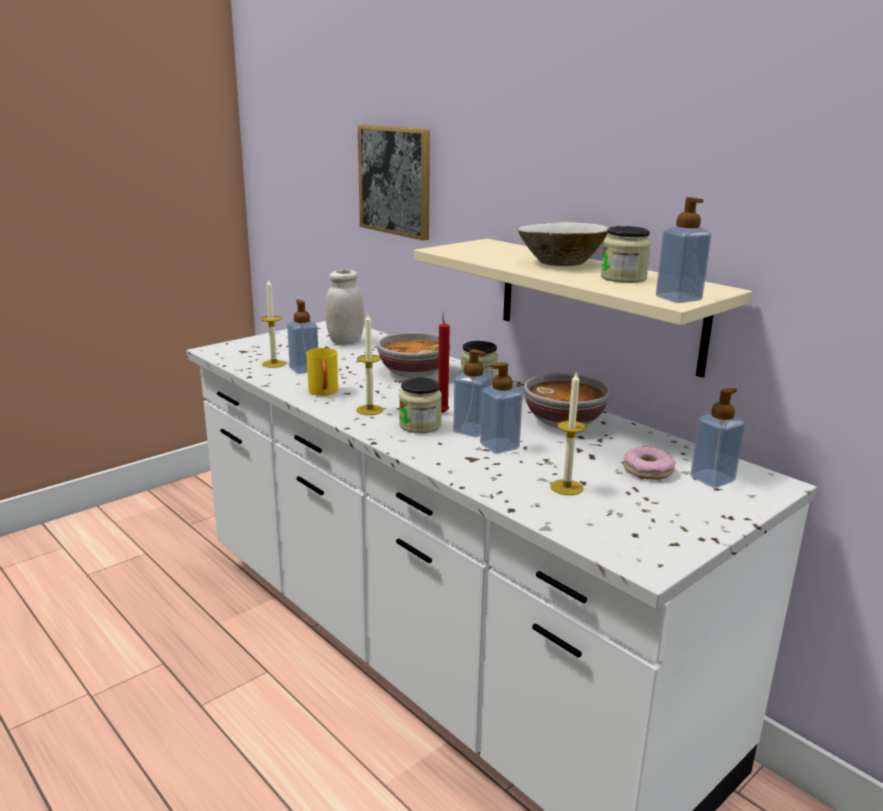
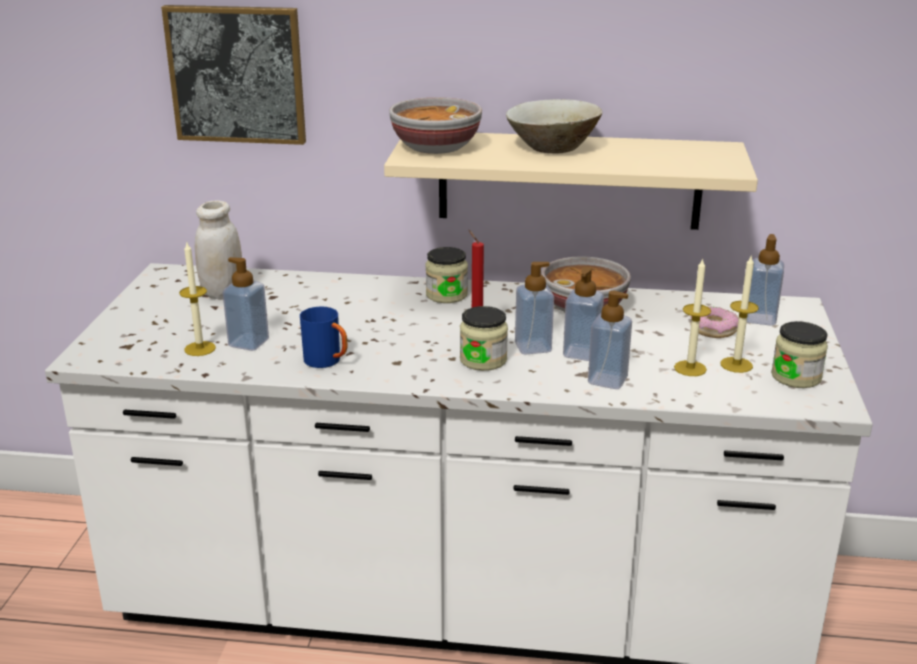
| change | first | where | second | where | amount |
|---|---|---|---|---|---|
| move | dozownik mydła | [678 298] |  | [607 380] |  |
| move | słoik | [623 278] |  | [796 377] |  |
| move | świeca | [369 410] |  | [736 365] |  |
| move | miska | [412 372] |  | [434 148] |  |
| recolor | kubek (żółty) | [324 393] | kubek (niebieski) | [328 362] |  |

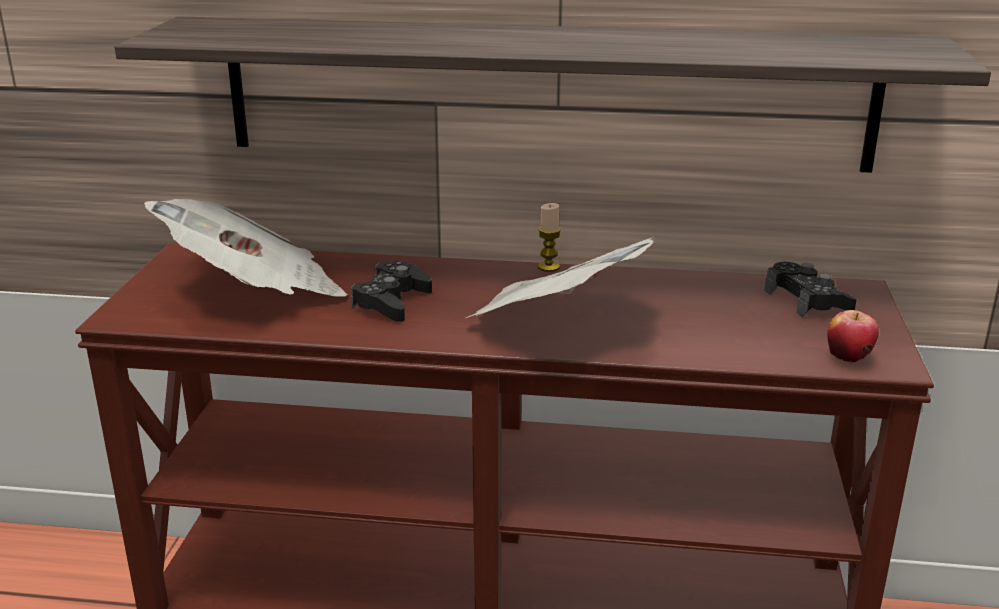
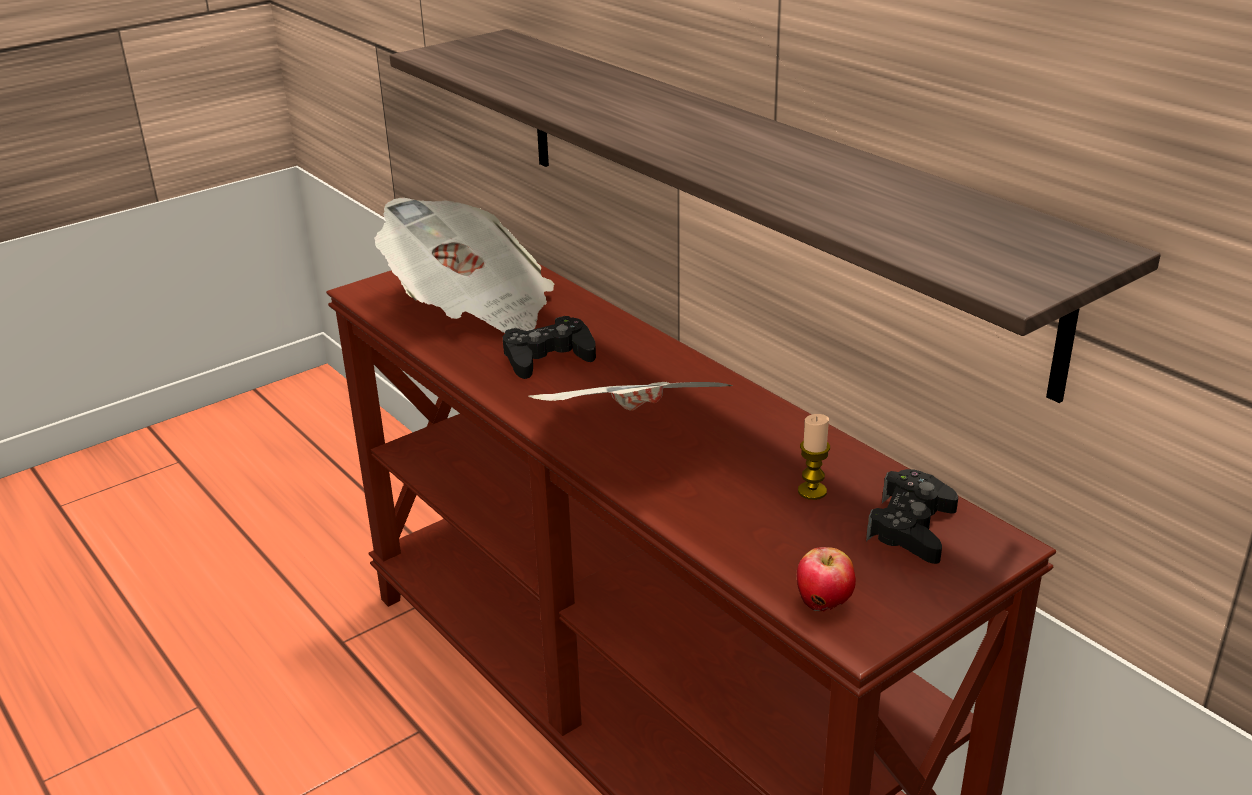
| change | first | where | second | where | amount |
|---|---|---|---|---|---|
| move | świeca | [548 267] |  | [812 491] |  |

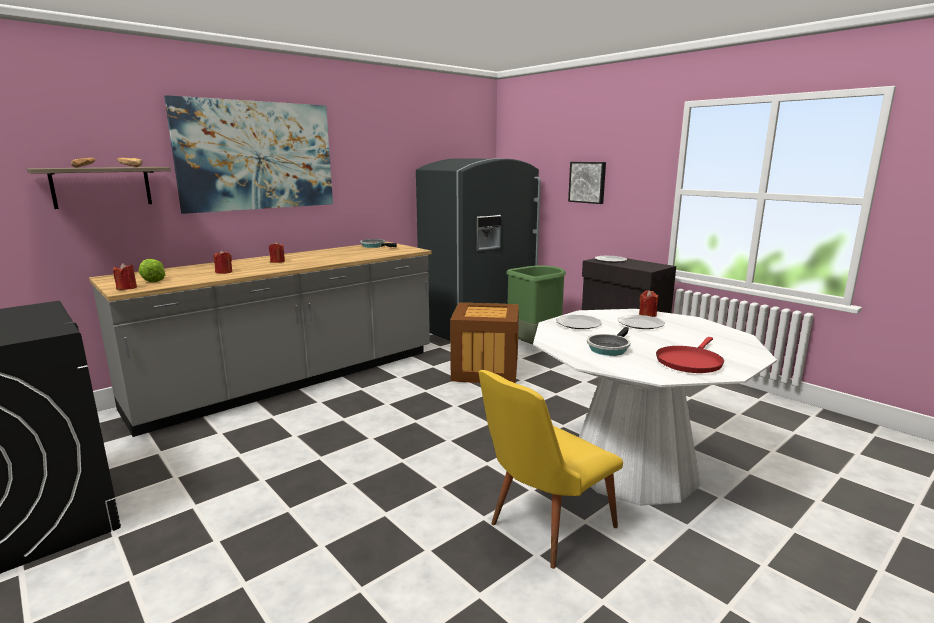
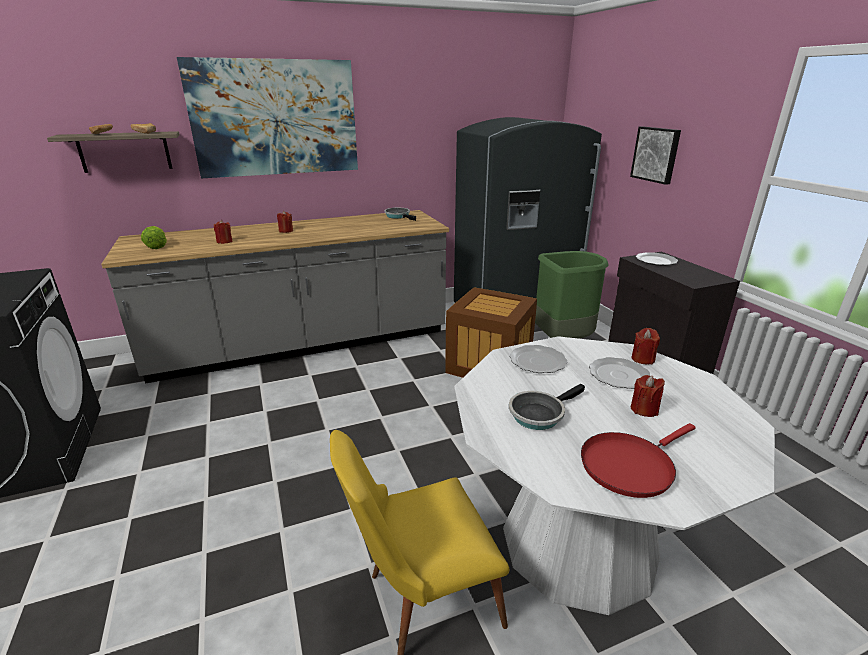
| change | first | where | second | where | amount |
|---|---|---|---|---|---|
| move | świeca (czerwony) | [127 288] |  | [644 409] |  |

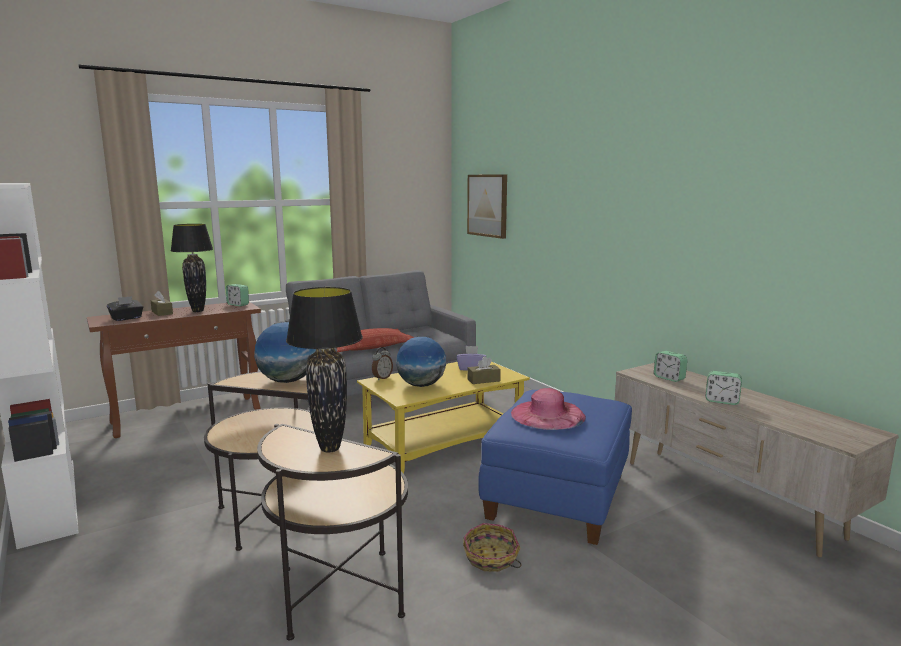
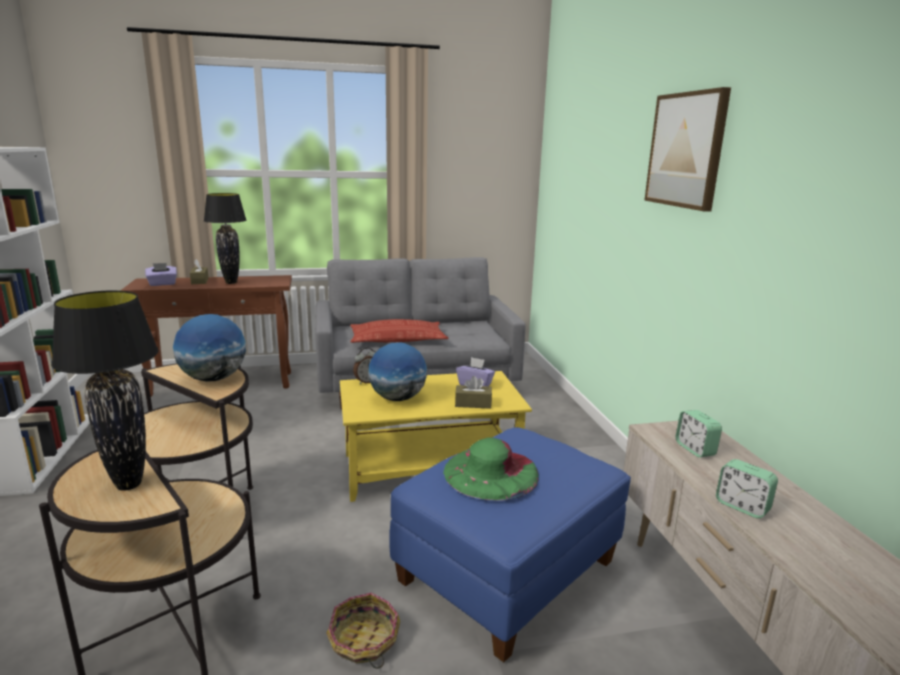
| change | first | where | second | where | amount |
|---|---|---|---|---|---|
| move | obraz | [488 205] |  | [686 150] |  |
| delete | budzik | [238 304] |  |  |  |
| recolor | pudełko chusteczek (czarny) | [127 318] | pudełko chusteczek (fioletowy) | [162 284] |  |
| recolor | kapelusz (różowy) | [548 415] | kapelusz (zielony) | [491 472] |  |

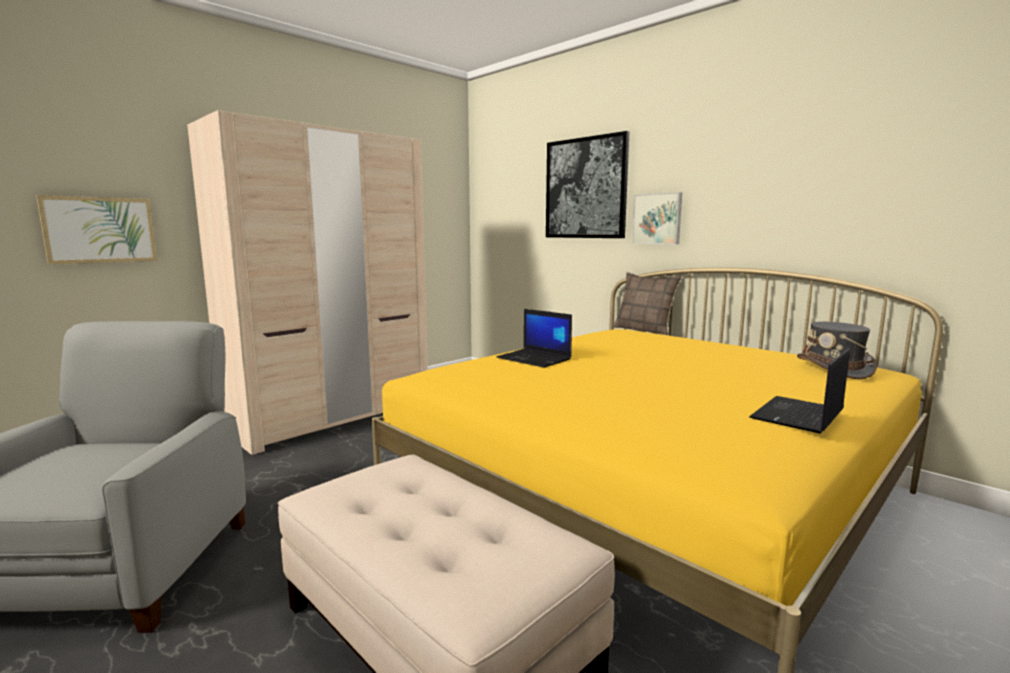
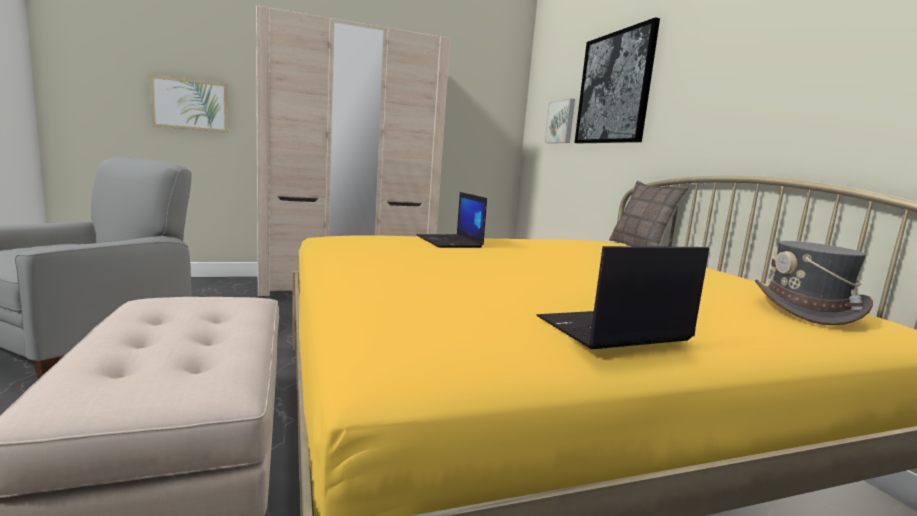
| change | first | where | second | where | amount |
|---|---|---|---|---|---|
| move | obraz | [657 219] |  | [561 122] |  |

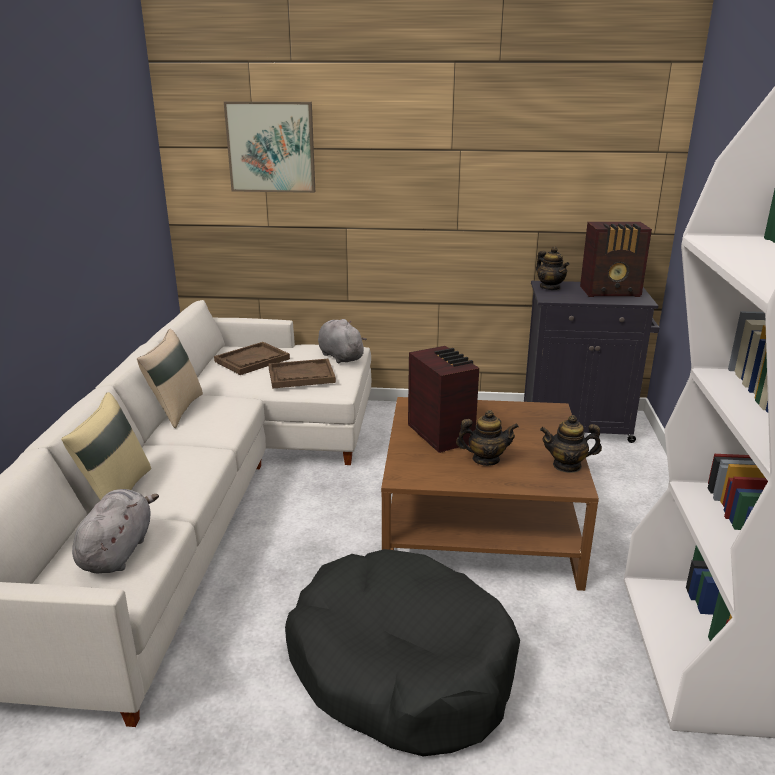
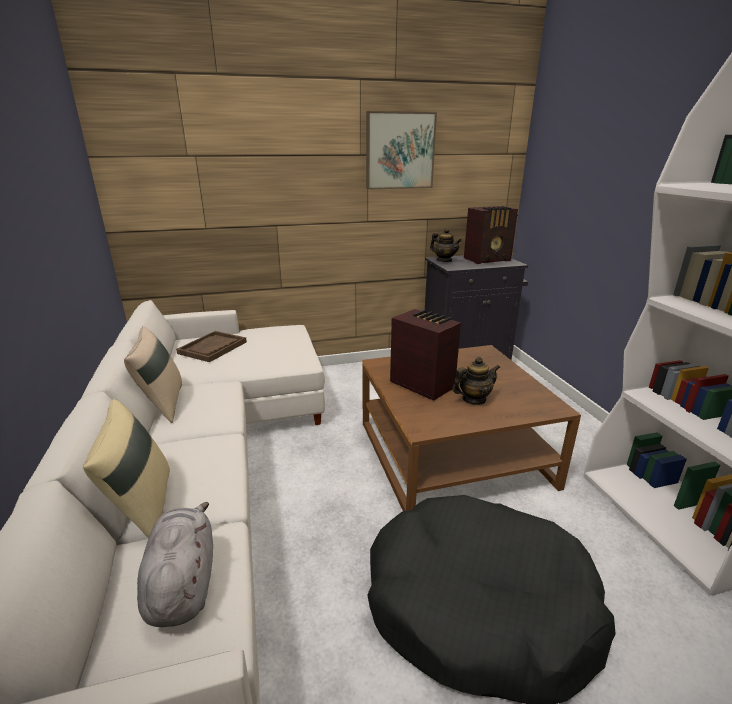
| change | first | where | second | where | amount |
|---|---|---|---|---|---|
| move | obraz | [271 147] |  | [399 151] |  |
| delete | pluszak (szary) | [340 356] |  |  |  |
| delete | taca (brązowy) | [301 375] |  |  |  |
| delete | imbryk | [567 465] |  |  |  |

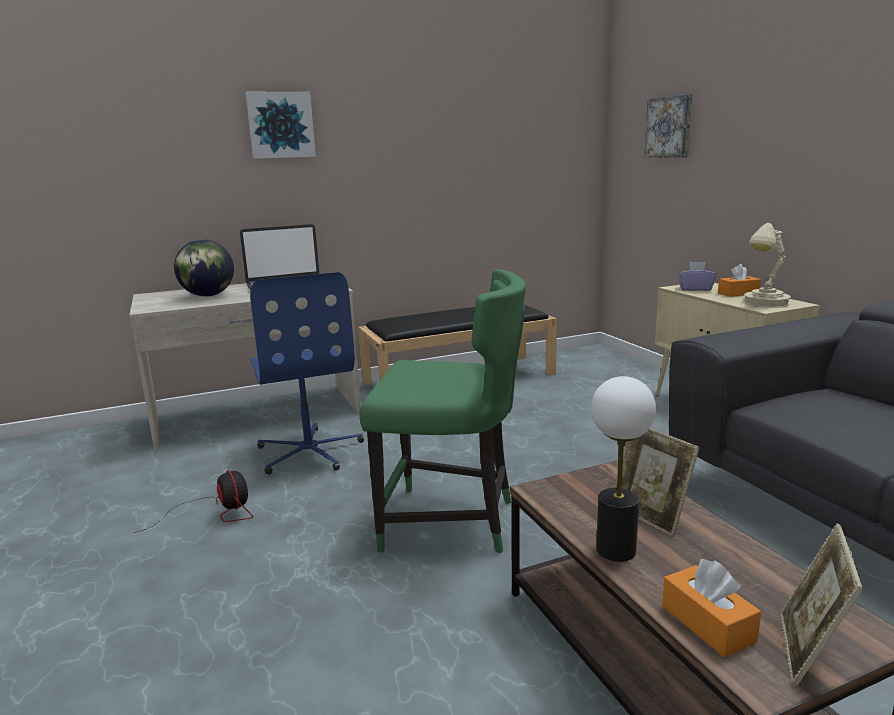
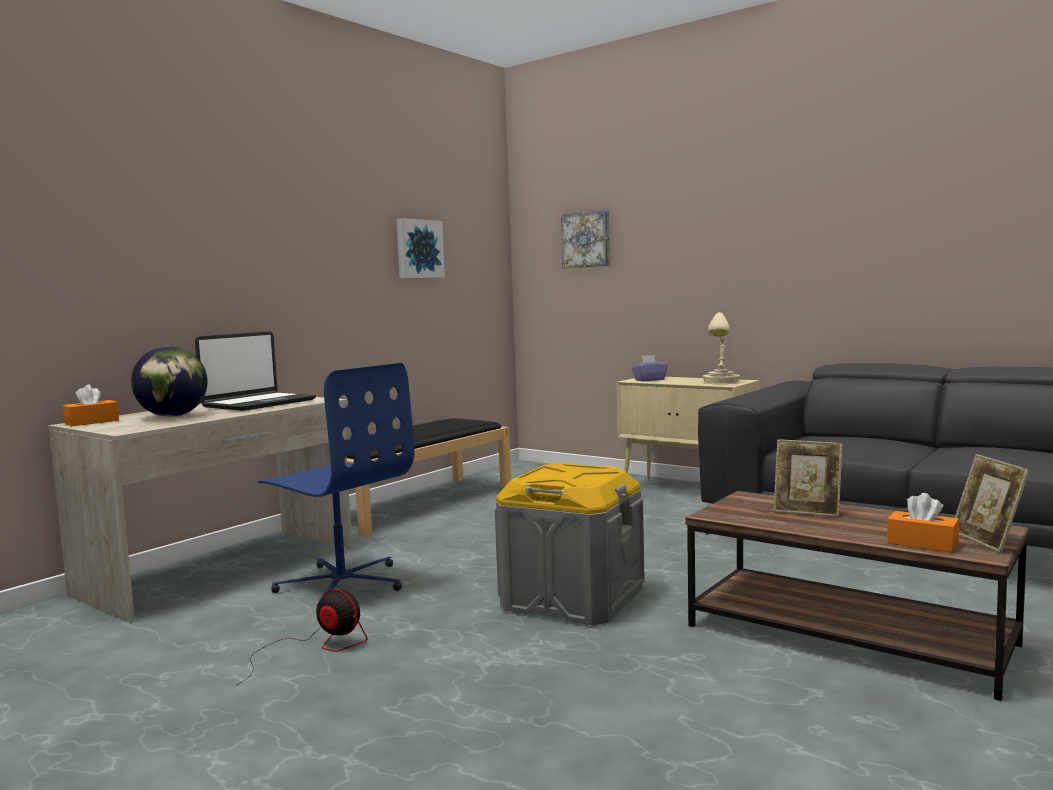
| change | first | where | second | where | amount |
|---|---|---|---|---|---|
| move | obraz | [280 125] |  | [418 249] |  |
| move | pudełko chusteczek (pomarańczowy) | [738 293] |  | [92 422] |  |
| replace | krzesło (zielony) | [451 522] | pojemnik do przechowywania (szary) | [573 599] |  |
| delete | lampa stołowa | [616 550] |  |  |  |

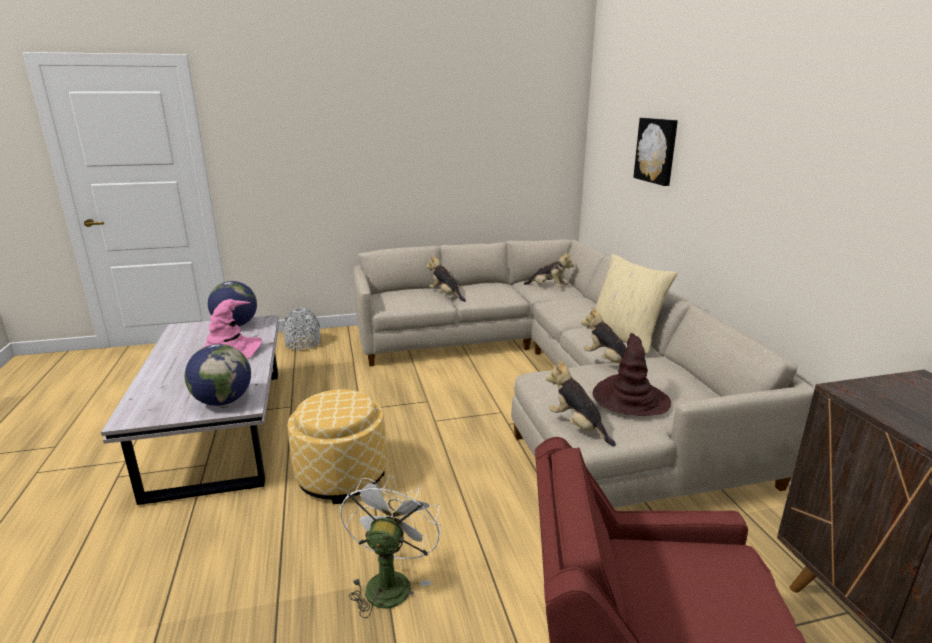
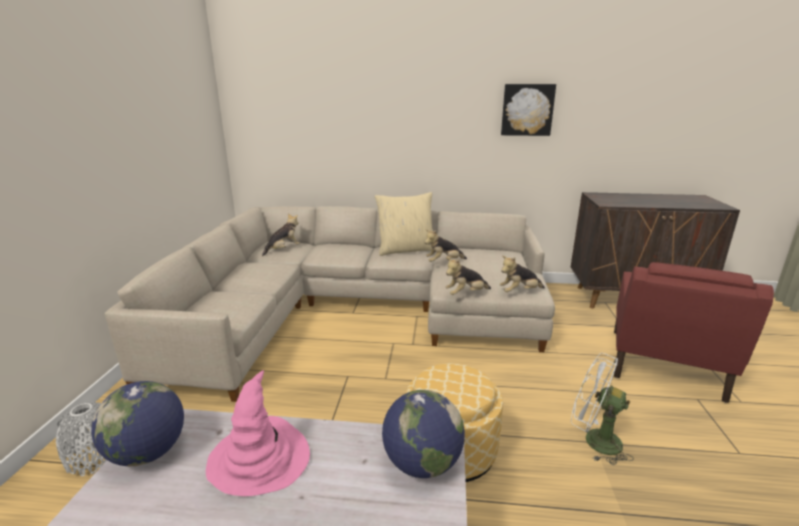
| change | first | where | second | where | amount |
|---|---|---|---|---|---|
| move | obraz | [657 150] |  | [527 110] |  |
| move | pluszak | [446 295] |  | [466 294] |  |
| delete | kapelusz (brązowy) | [630 399] |  |  |  |

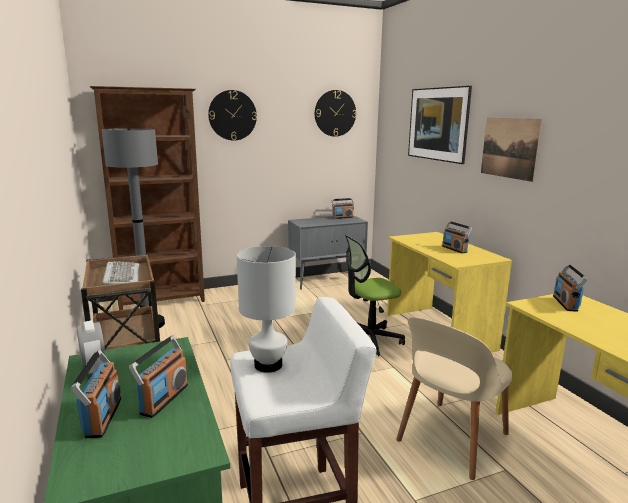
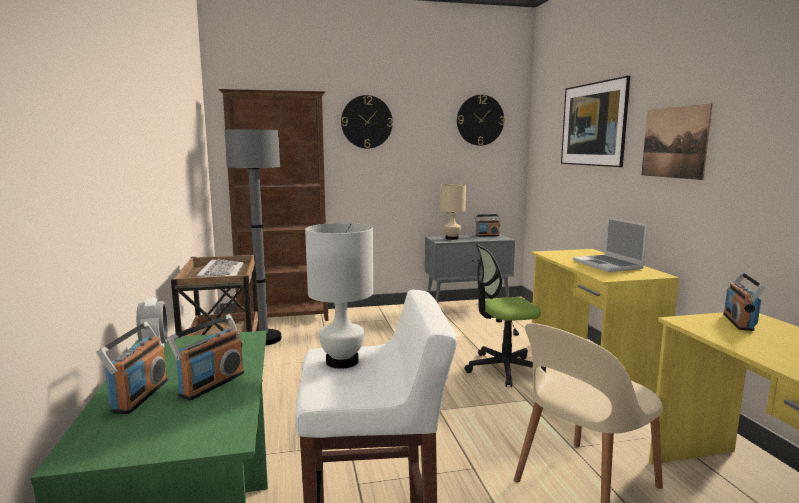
| change | first | where | second | where | amount |
|---|---|---|---|---|---|
| replace | radio | [454 249] | laptop | [608 265] |  |
| insert |  |  | lampa stołowa (beżowy) | [452 238] |  |

